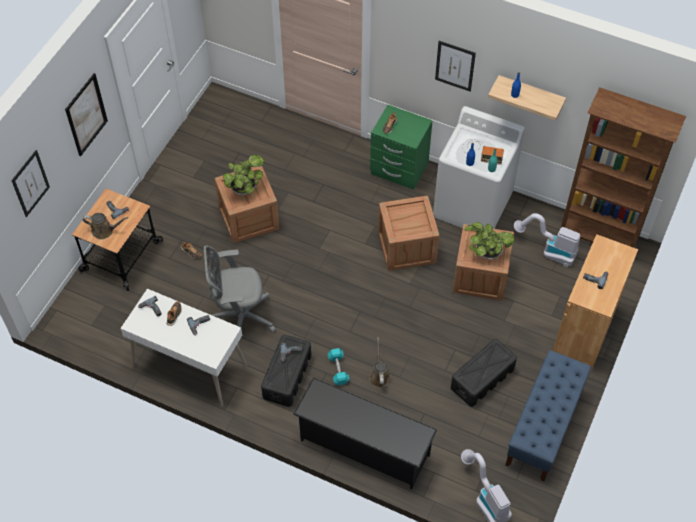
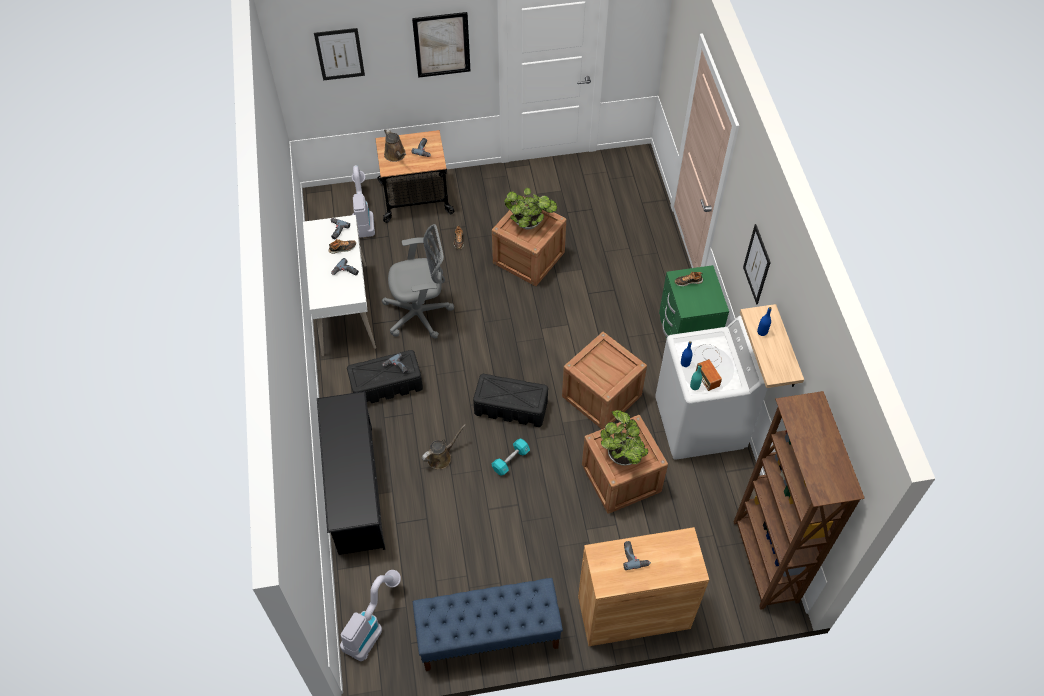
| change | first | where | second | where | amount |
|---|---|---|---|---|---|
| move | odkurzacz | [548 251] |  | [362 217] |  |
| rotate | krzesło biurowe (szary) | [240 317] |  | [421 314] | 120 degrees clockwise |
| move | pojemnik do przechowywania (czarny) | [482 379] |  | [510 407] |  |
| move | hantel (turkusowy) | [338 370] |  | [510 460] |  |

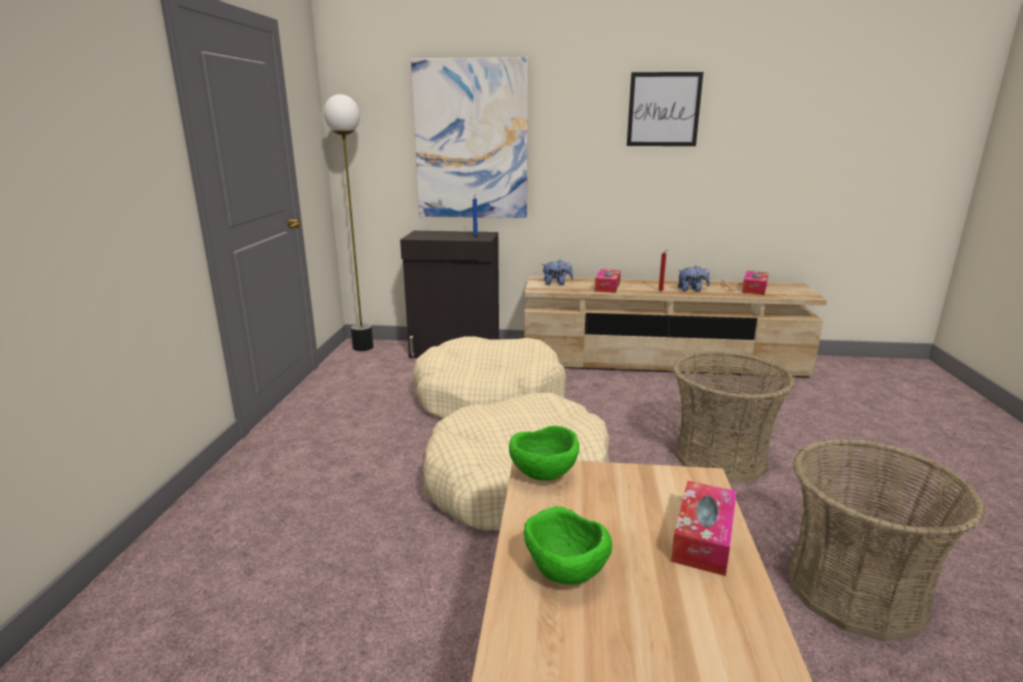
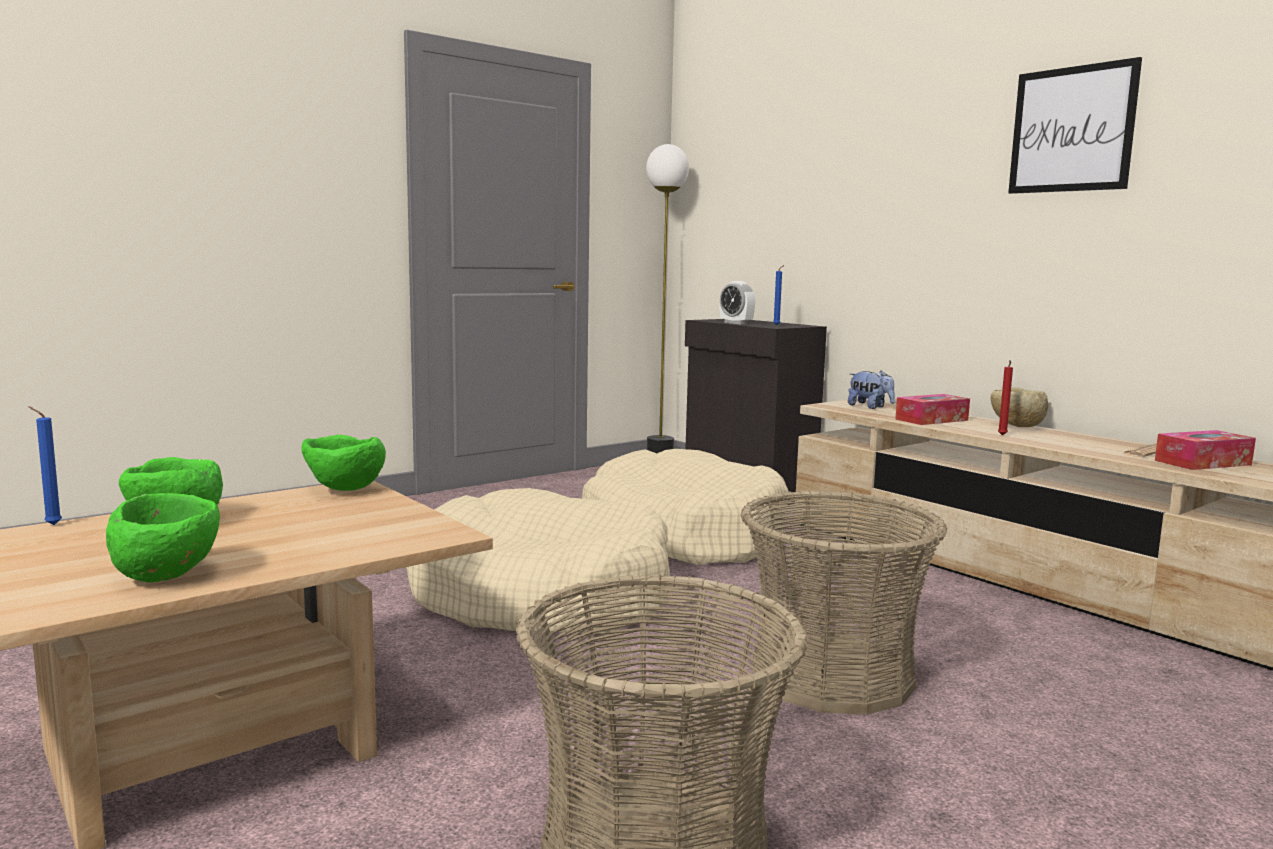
| change | first | where | second | where | amount |
|---|---|---|---|---|---|
| delete | obraz | [471 140] |  |  |  |
| delete | pluszak | [692 290] |  |  |  |
| delete | pudełko chusteczek | [703 538] |  |  |  |
| insert |  |  | budzik | [736 323] |  |
| insert |  |  | miska (beżowy) | [1017 426] |  |
| insert |  |  | świeca (niebieski) | [51 525] |  |
| insert |  |  | miska (zielony) | [168 576] |  |

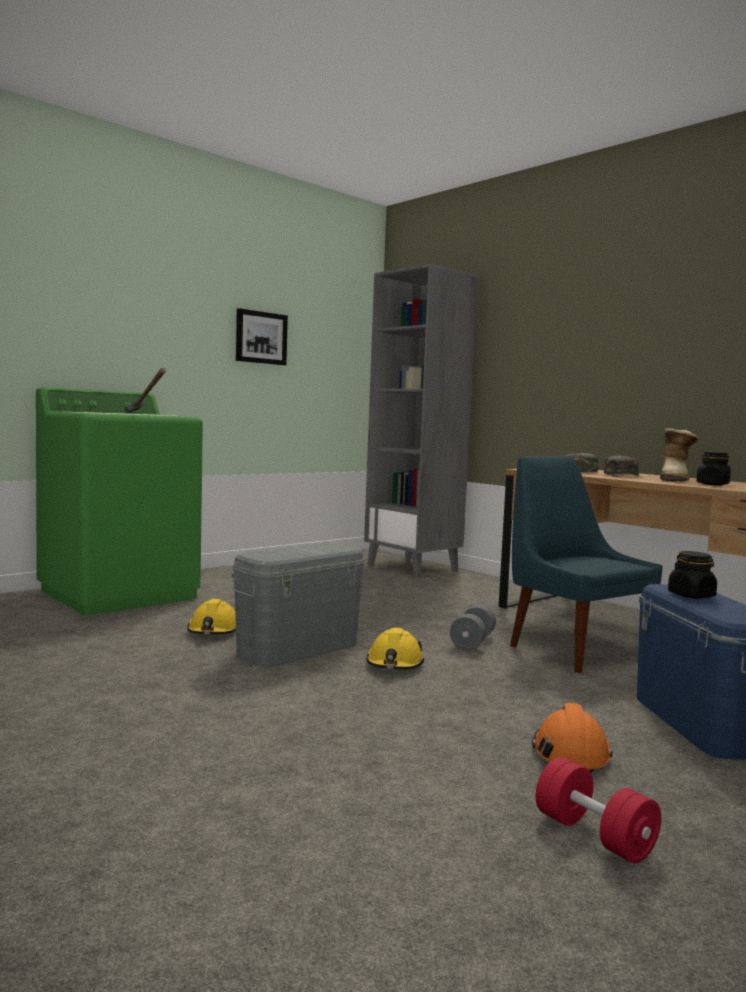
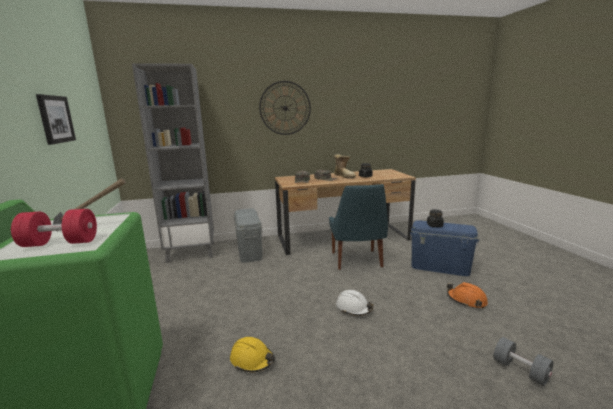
| change | first | where | second | where | amount |
|---|---|---|---|---|---|
| rotate | krzesło (niebieski) | [573 650] |  | [357 260] | 90 degrees counterclockwise |
| move | pojemnik do przechowywania (szary) | [298 649] |  | [249 251] |  |
| move | hantel (szary) | [472 642] |  | [520 370] |  |
| recolor | kask (żółty) | [394 664] | kask (biały) | [354 308] |  |
| move | hantel (czerwony) | [594 835] |  | [60 243] |  |
| insert |  |  | zegar ścienny | [285 108] |  |

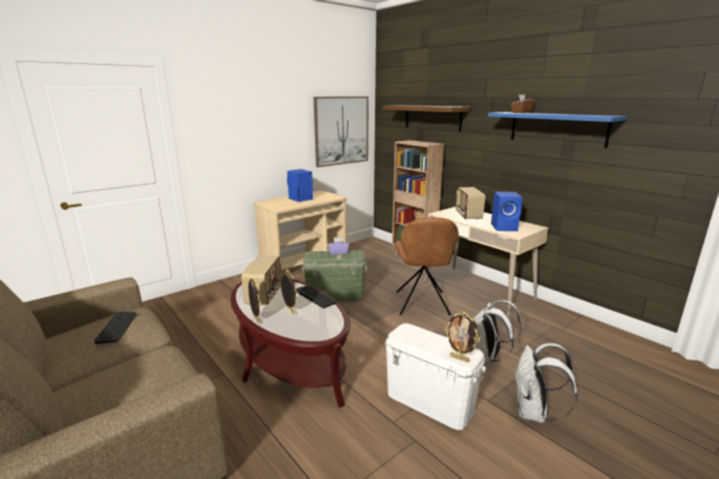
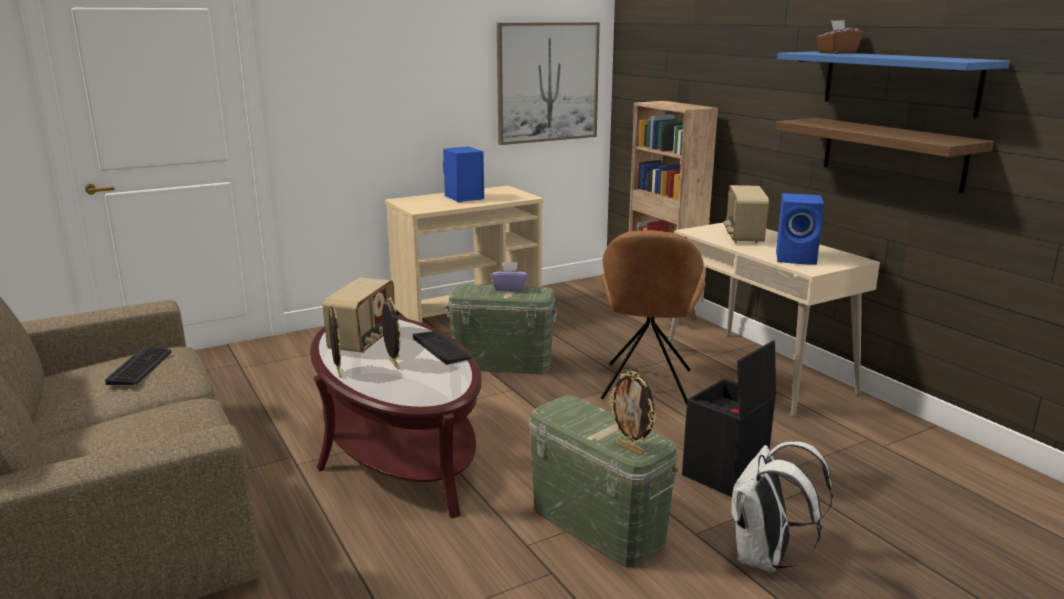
| change | first | where | second | where | amount |
|---|---|---|---|---|---|
| move | półka | [432 117] |  | [892 153] |  |
| replace | plecak (biały) | [487 357] | pojemnik do przechowywania (czarny) | [725 474] |  |
| recolor | pojemnik do przechowywania (biały) | [430 401] | pojemnik do przechowywania (zielony) | [598 525] |  |

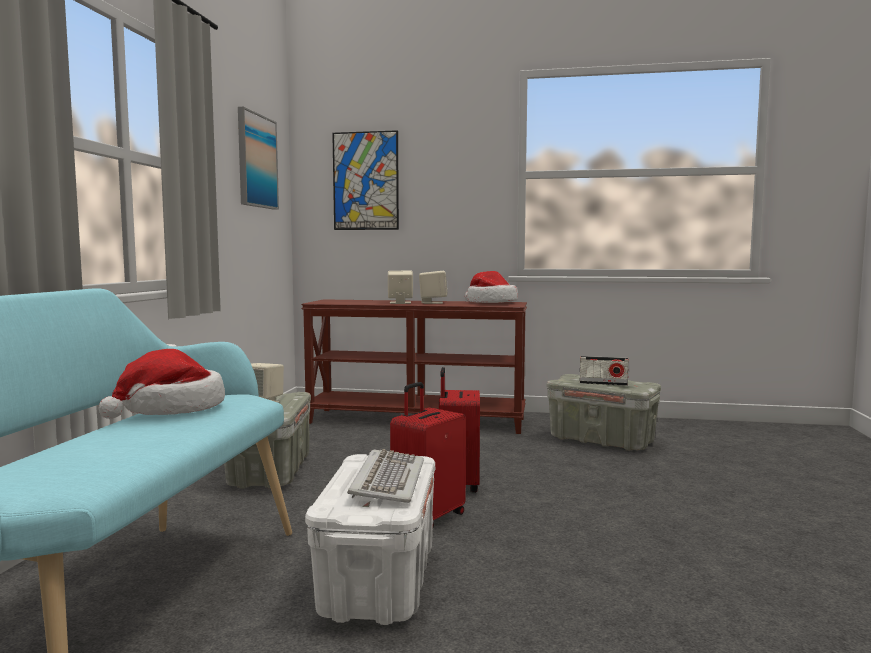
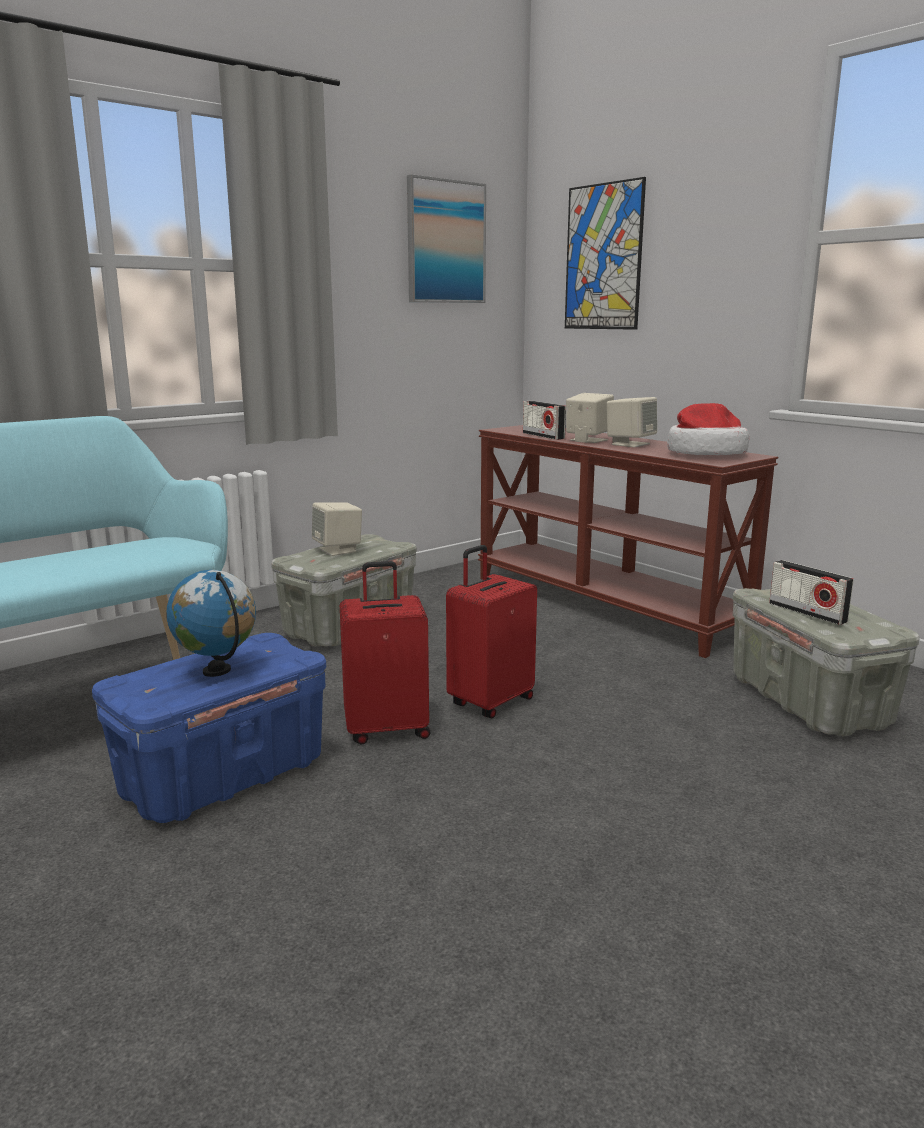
| change | first | where | second | where | amount |
|---|---|---|---|---|---|
| delete | kapelusz | [171 409] |  |  |  |
| replace | klawiatura | [387 480] | globus | [217 671] |  |
| recolor | pojemnik do przechowywania (biały) | [377 581] | pojemnik do przechowywania (niebieski) | [224 776] |  |
| insert |  |  | radio | [543 436] |  |

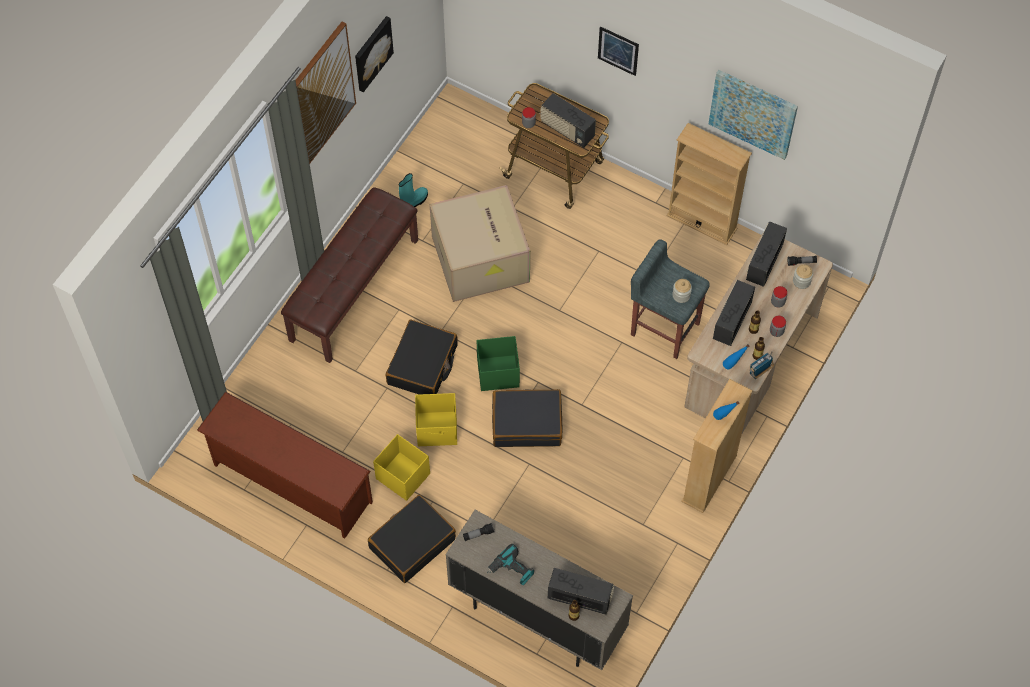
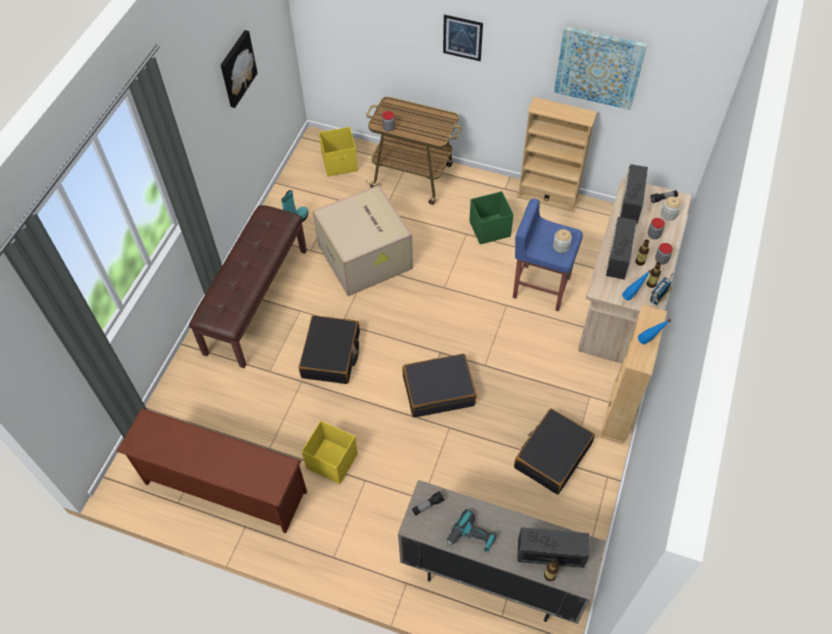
| change | first | where | second | where | amount |
|---|---|---|---|---|---|
| delete | obraz | [322 93] |  |  |  |
| delete | radio | [567 130] |  |  |  |
| recolor | stołek (szary) | [664 328] | stołek (niebieski) | [540 287] |  |
| move | pojemnik do przechowywania (zielony) | [497 373] |  | [489 229] |  |
| move | pojemnik do przechowywania (żółty) | [437 429] |  | [340 163] |  |
| move | walizka (czarny) | [412 543] |  | [552 455] |  |

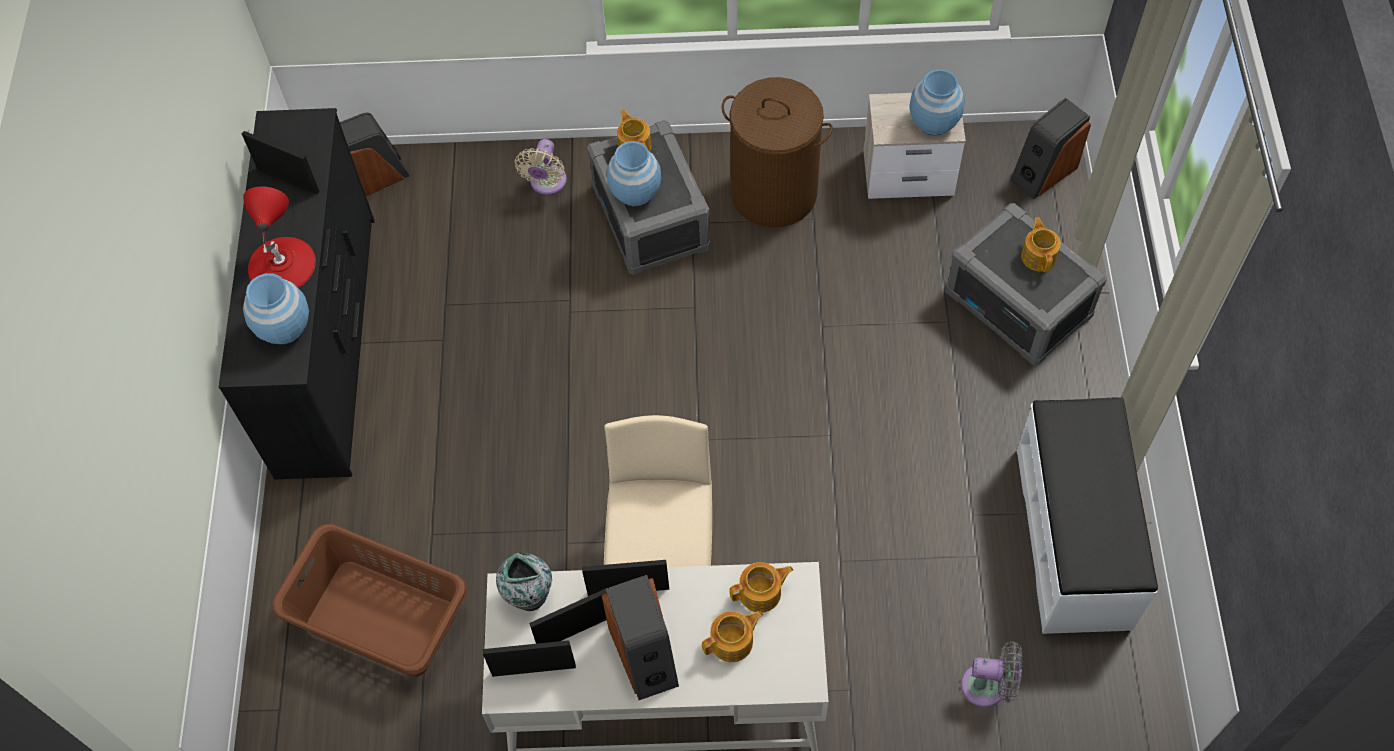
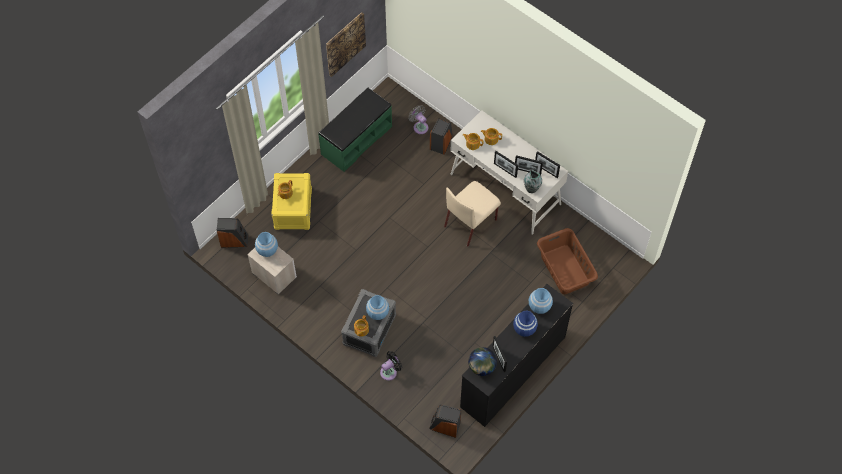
| change | first | where | second | where | amount |
|---|---|---|---|---|---|
| delete | kosz na pranie (brązowy) | [774 193] |  |  |  |
| recolor | wentylator (beżowy) | [547 183] | wentylator (czarny) | [390 371] |  |
| replace | lampa stołowa (czerwony) | [281 264] | wazon (niebieski) | [524 329] |  |
| recolor | pojemnik do przechowywania (szary) | [1019 303] | pojemnik do przechowywania (żółty) | [292 208] |  |
| recolor | ławka (biały) | [1074 537] | ławka (zielony) | [356 140] |  |
| move | głośnik | [645 655] |  | [441 142] |  |
| insert |  |  | obraz | [345 44] |  |
| insert |  |  | globus | [482 367] |  |

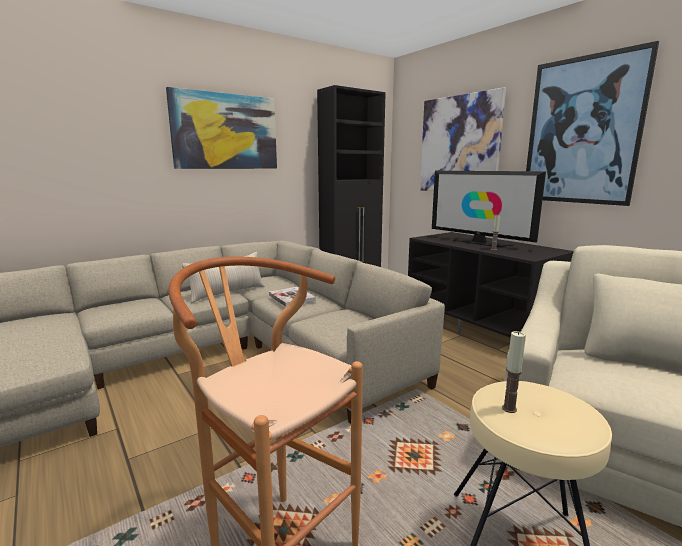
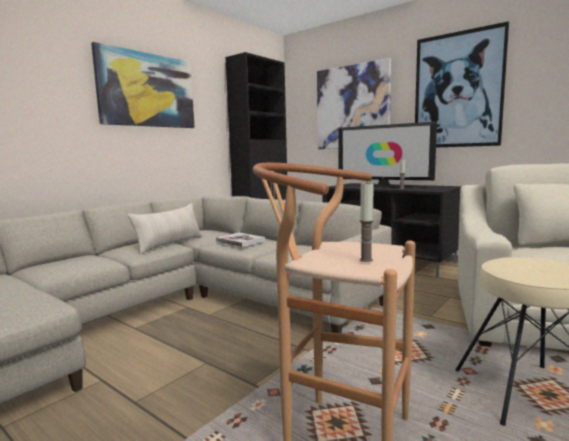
| change | first | where | second | where | amount |
|---|---|---|---|---|---|
| move | świeca | [509 408] |  | [366 260] |  |

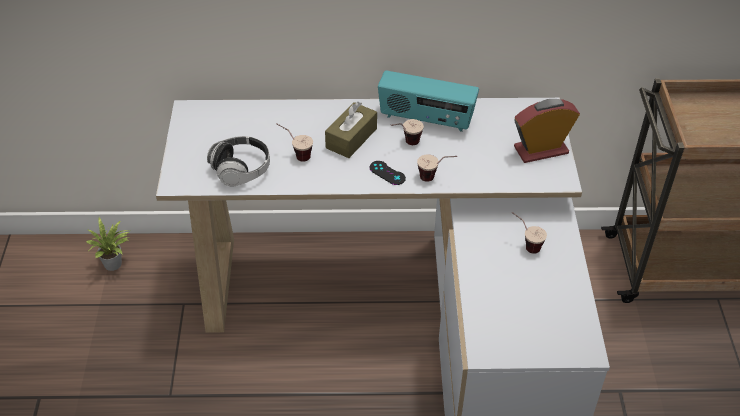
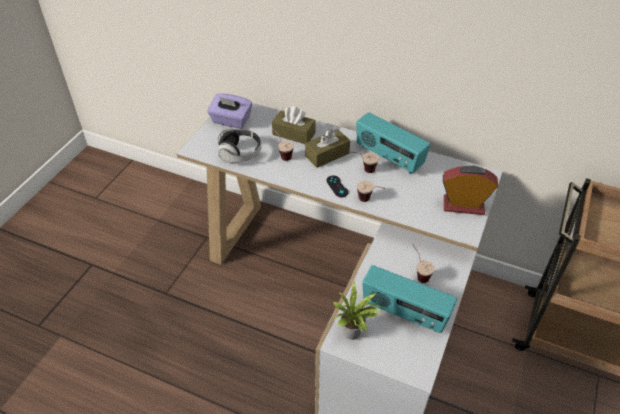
| change | first | where | second | where | amount |
|---|---|---|---|---|---|
| move | roślina doniczkowa | [115 264] |  | [354 333] |  |
| insert |  |  | pudełko chusteczek (fioletowy) | [231 121] |  |
| insert |  |  | pudełko chusteczek (brązowy) | [294 134] |  |
| insert |  |  | radio | [404 313] |  |

